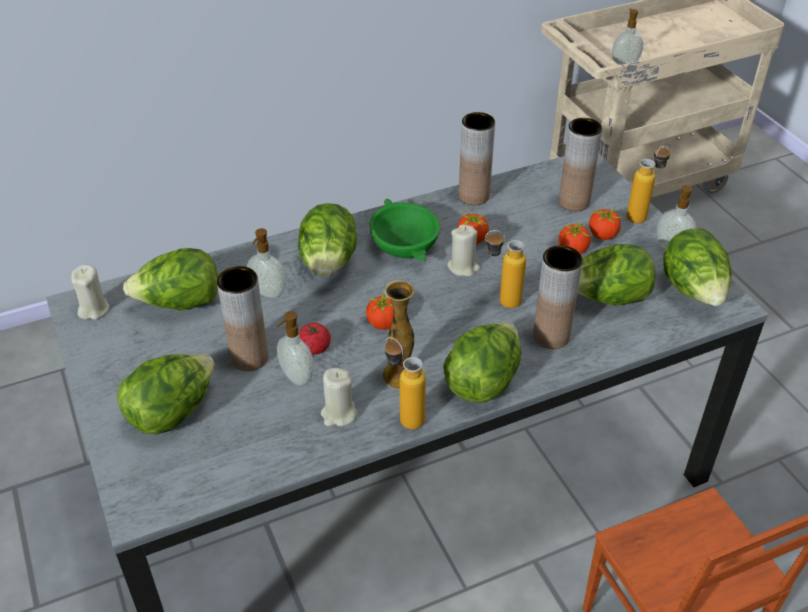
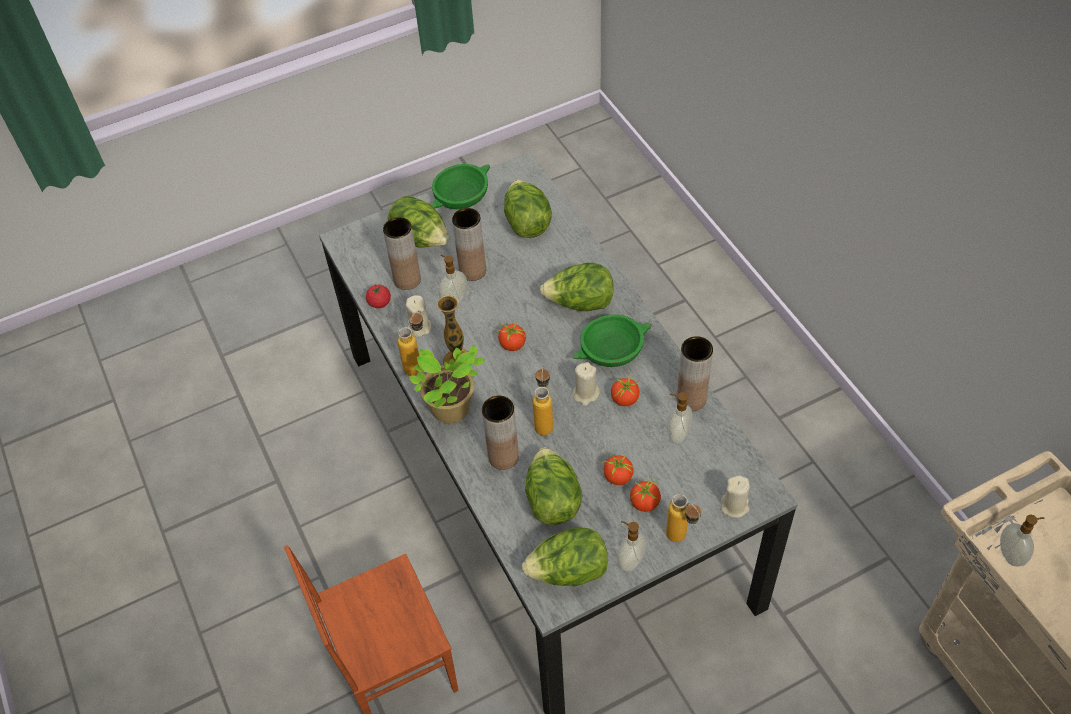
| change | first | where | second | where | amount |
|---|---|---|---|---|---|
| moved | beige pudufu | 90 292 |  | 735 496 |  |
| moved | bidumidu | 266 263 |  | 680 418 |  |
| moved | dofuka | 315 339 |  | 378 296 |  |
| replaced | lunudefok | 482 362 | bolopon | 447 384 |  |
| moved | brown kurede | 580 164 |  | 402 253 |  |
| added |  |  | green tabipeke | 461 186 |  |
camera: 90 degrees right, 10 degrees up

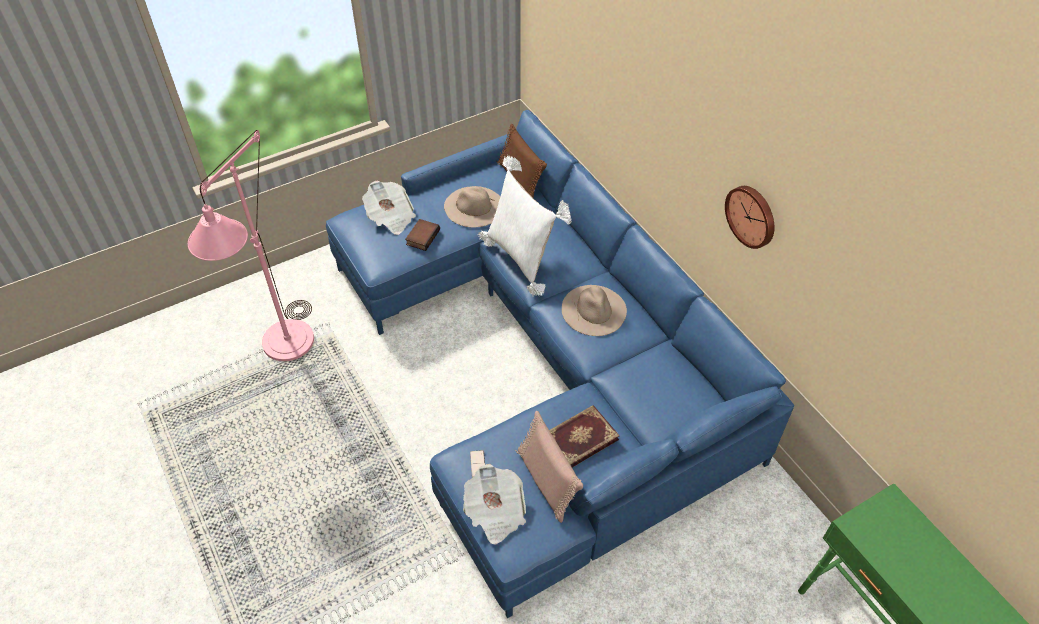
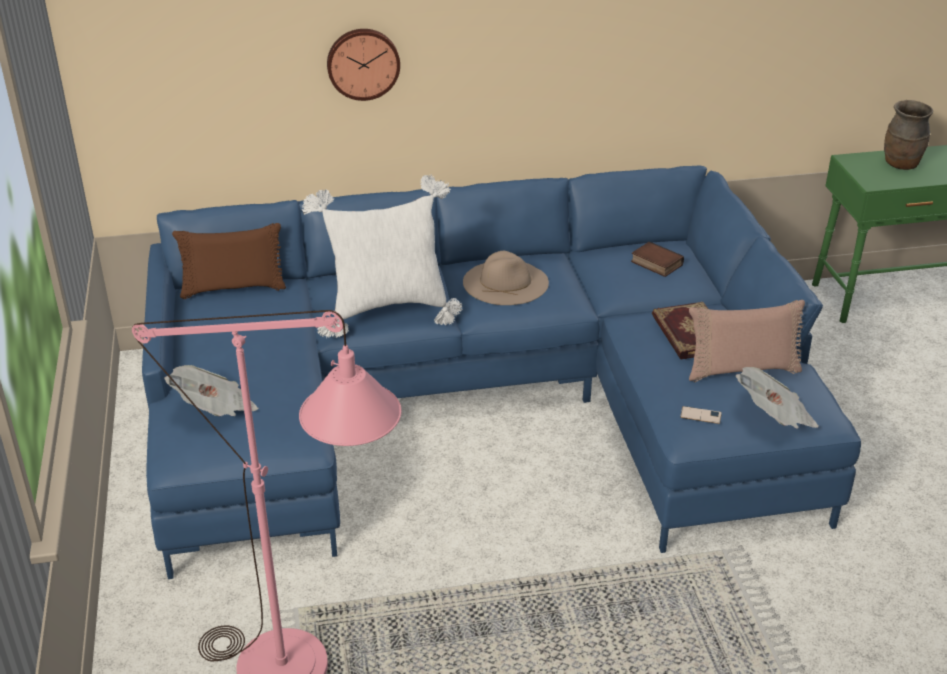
| change | first | where | second | where | amount |
|---|---|---|---|---|---|
| moved | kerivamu | 422 235 |  | 657 259 |  |
| removed | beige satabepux | 472 207 |  |  |  |
| moved | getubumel | 749 217 |  | 363 65 |  |
| added |  |  | brown kurede | 908 135 |  |
camera: 70 degrees left, 15 degrees down

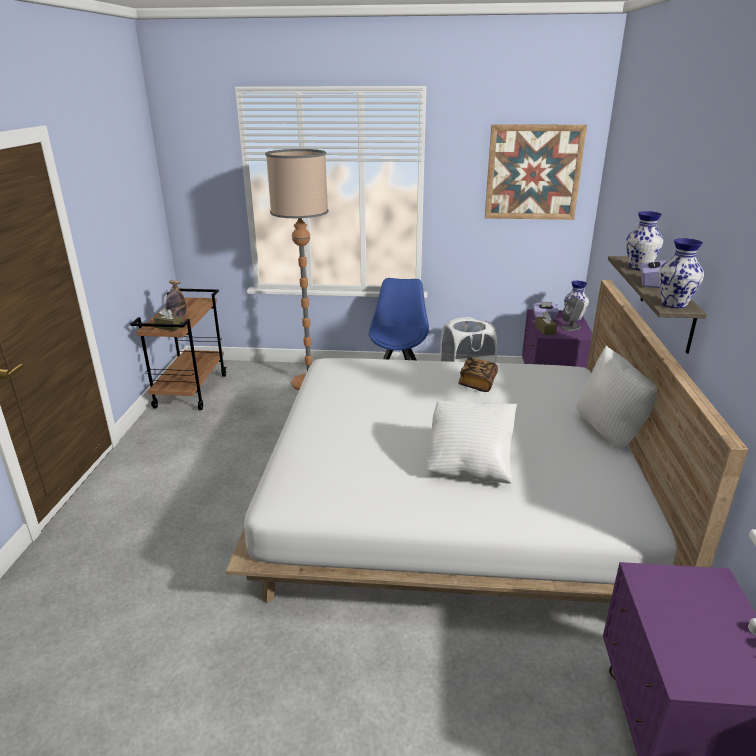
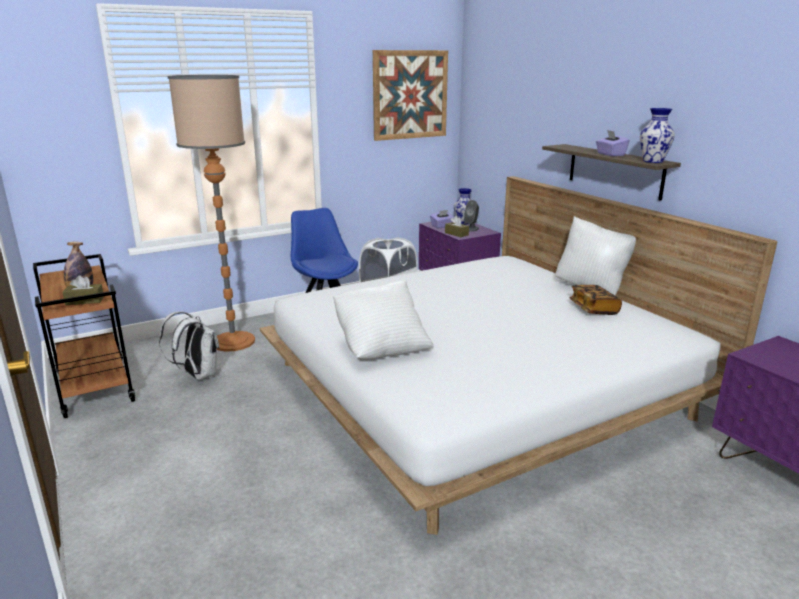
| change | first | where | second | where | amount |
|---|---|---|---|---|---|
| moved | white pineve | 472 442 |  | 383 319 |  |
| moved | kerivamu | 478 374 |  | 595 300 |  |
| removed | kurede | 645 241 |  |  |  |
| added |  |  | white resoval | 189 345 |  |
camera: 35 degrees left, 5 degrees down

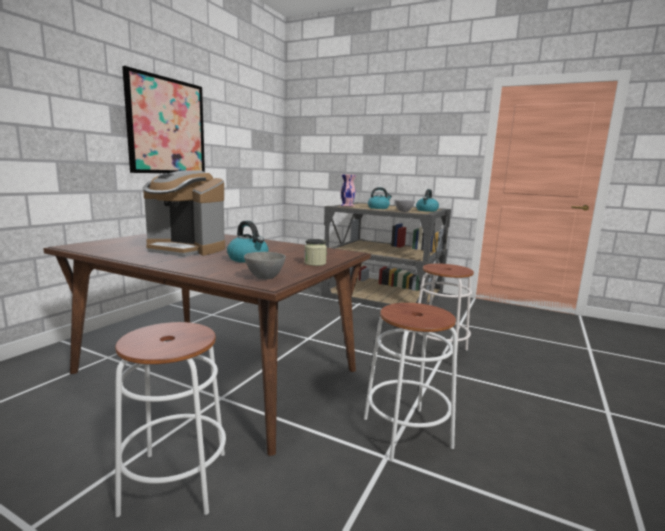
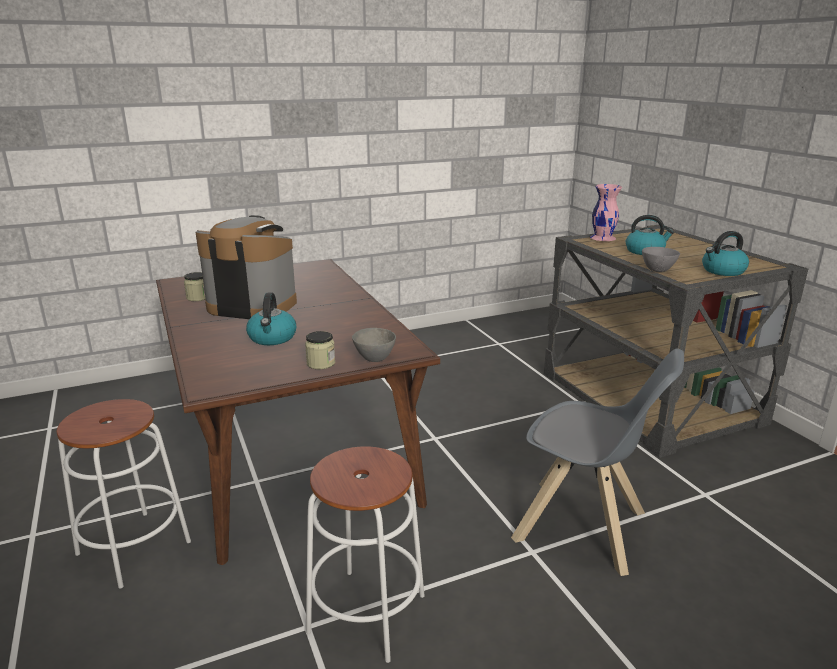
| change | first | where | second | where | amount |
|---|---|---|---|---|---|
| removed | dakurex | 163 119 |  |  |  |
| turned | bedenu | 183 213 |  | 246 267 | 135 degrees clockwise |
| moved | grey tabipeke | 265 266 |  | 374 345 |  |
| replaced | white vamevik | 441 309 | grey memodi | 597 462 |  |
| added |  |  | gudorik | 195 286 |  |
camera: 40 degrees right, 10 degrees up

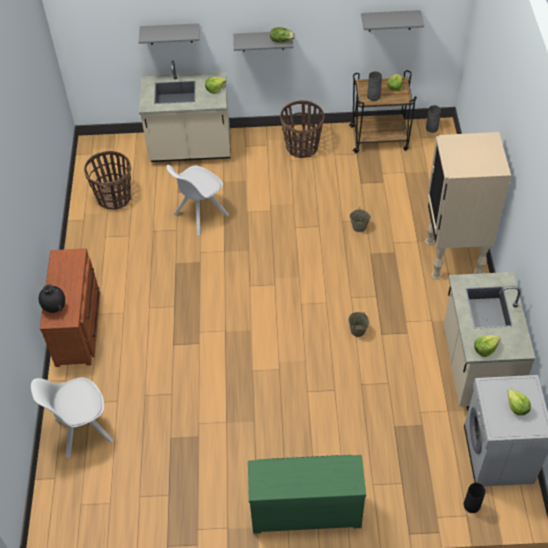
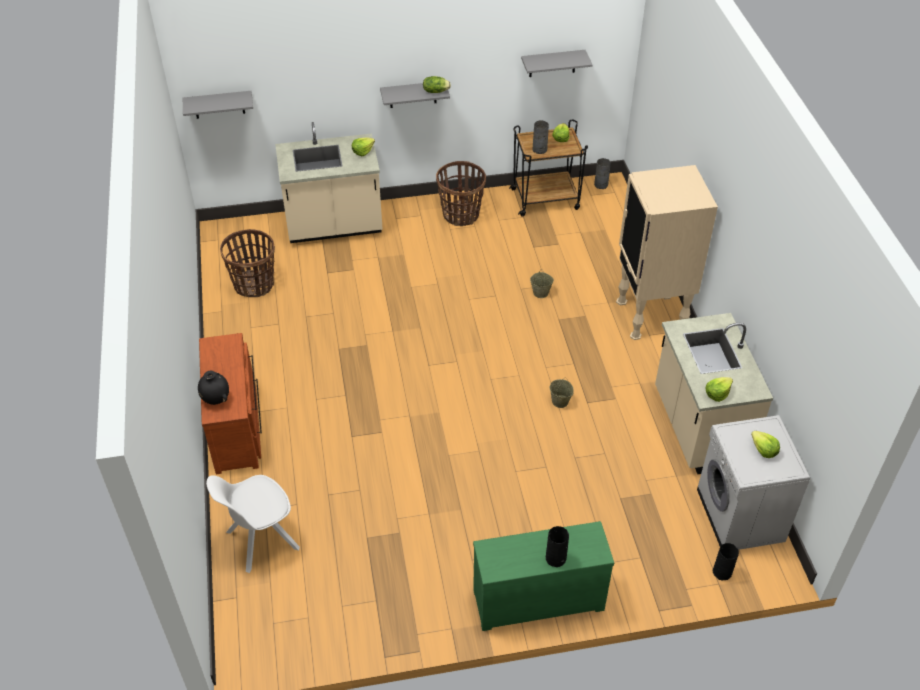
| change | first | where | second | where | amount |
|---|---|---|---|---|---|
| moved | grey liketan | 169 34 |  | 218 105 |  |
| removed | white memodi | 198 200 |  |  |  |
| added |  |  | black kurede | 557 546 |  |
camera: 10 degrees left, 5 degrees down

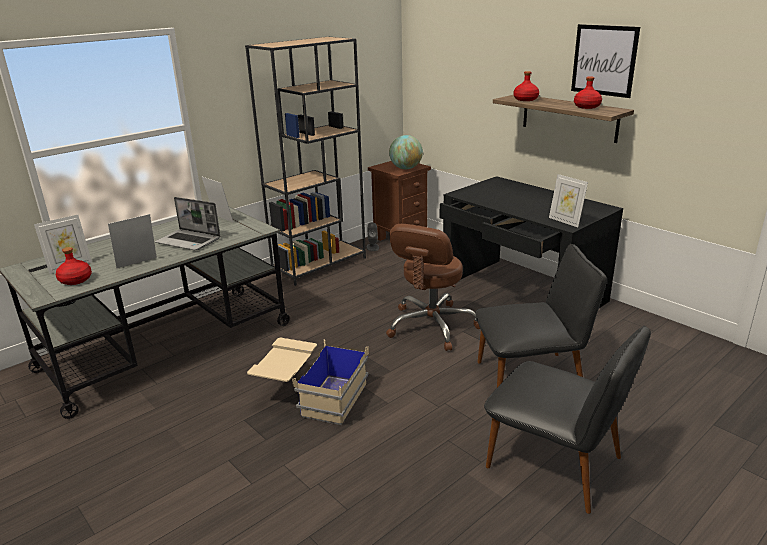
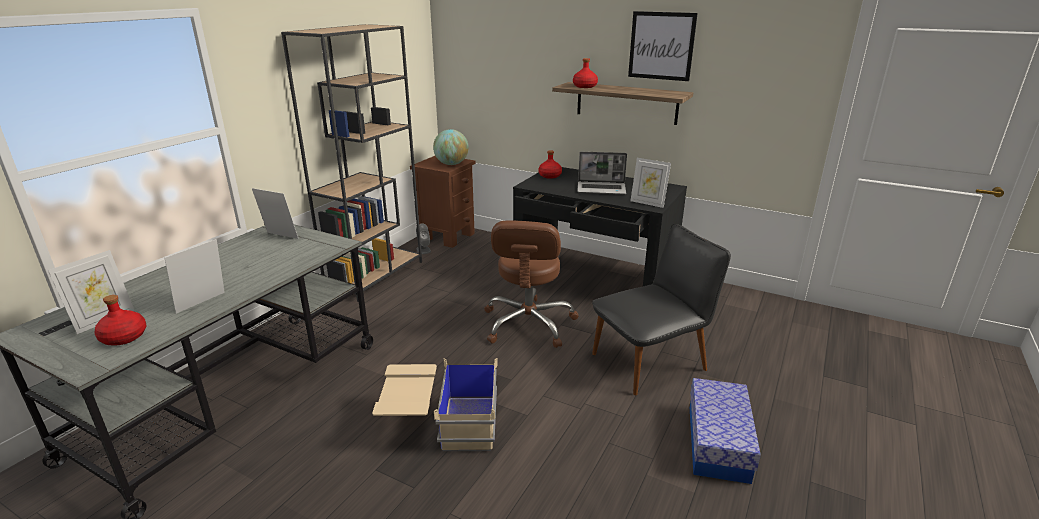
| change | first | where | second | where | amount |
|---|---|---|---|---|---|
| moved | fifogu | 187 223 |  | 602 173 |  |
| replaced | black memodi | 567 419 | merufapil | 725 431 |  |
| moved | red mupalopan | 588 93 |  | 550 164 |  |
camera: 20 degrees left, 0 degrees up

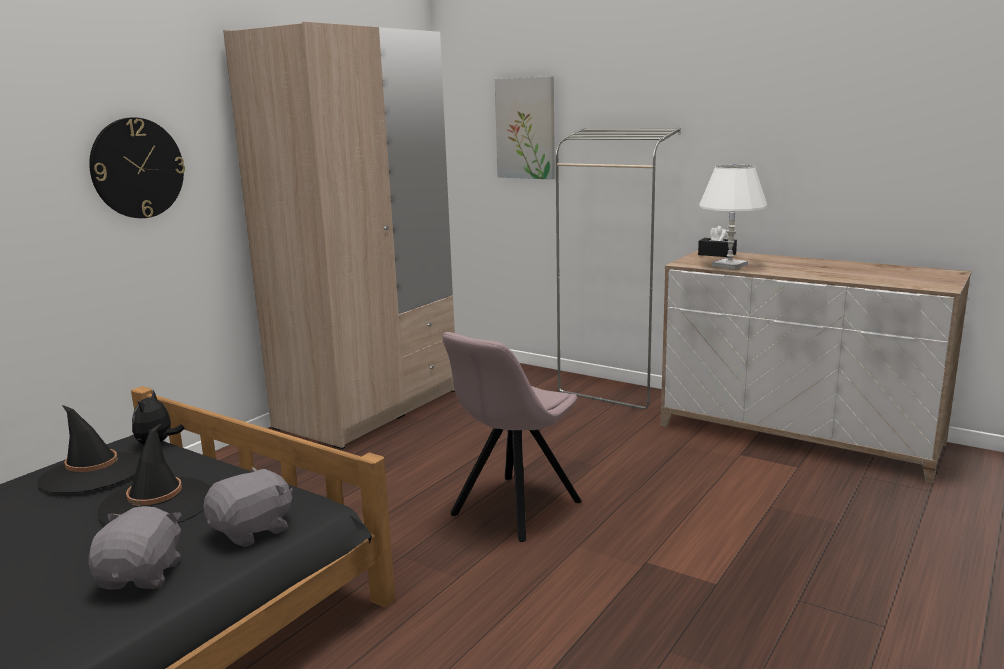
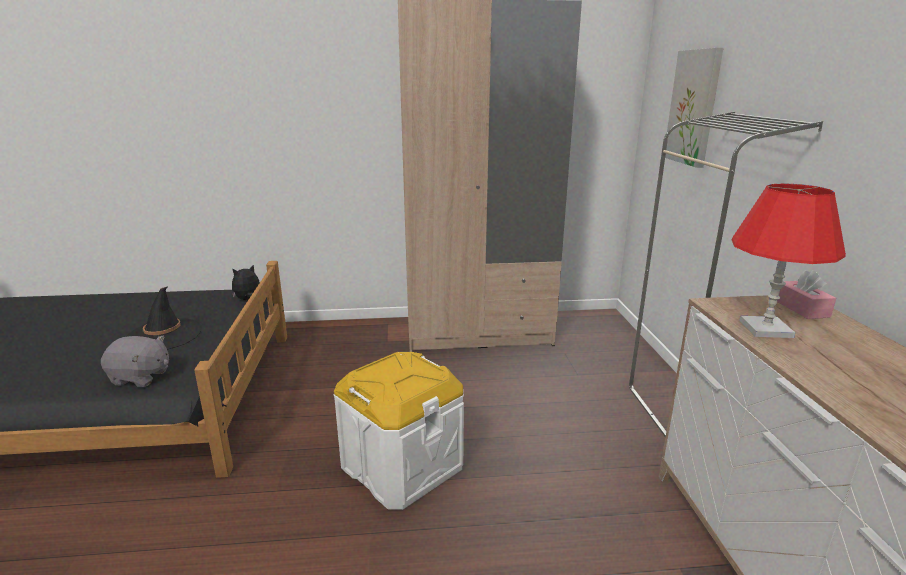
| change | first | where | second | where | amount |
|---|---|---|---|---|---|
| removed | black satabepux | 88 449 |  |  |  |
| removed | getubumel | 137 167 |  |  |  |
| removed | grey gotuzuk | 135 547 |  |  |  |
| replaced | pink memodi | 512 437 | white merufapil | 399 431 |  |
| recoloured | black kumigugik | 717 241 | pink kumigugik | 806 294 |  |
| recoloured | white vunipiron | 733 217 | red vunipiron | 789 260 |  |
camera: 50 degrees right, 5 degrees up

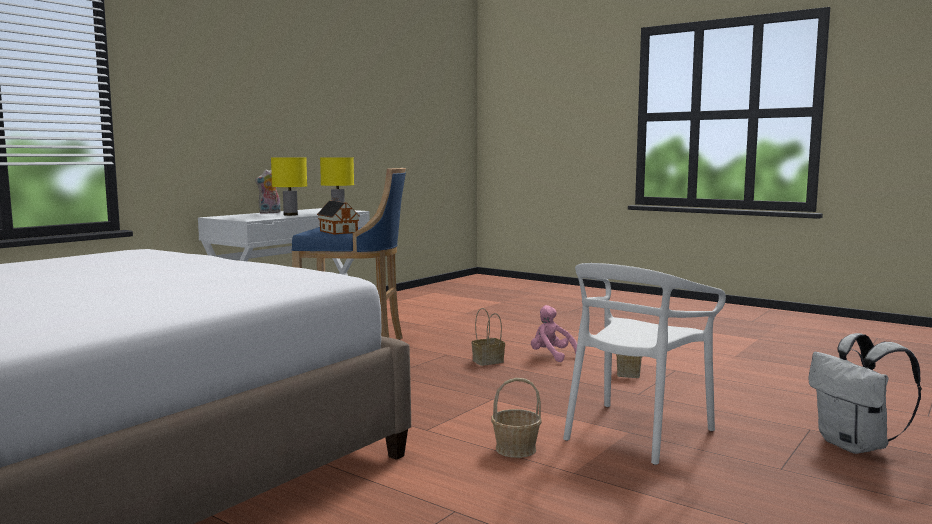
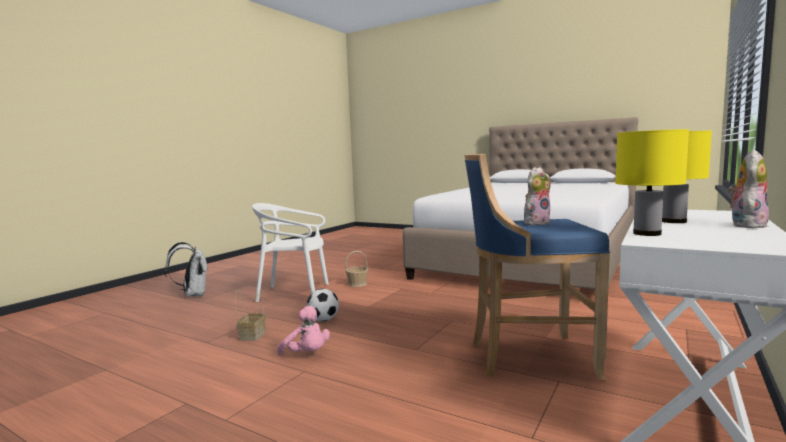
| change | first | where | second | where | amount |
|---|---|---|---|---|---|
| replaced | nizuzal | 338 216 | gotuzuk | 537 196 |  |
| removed | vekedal | 488 337 |  |  |  |
| turned | white memodi | 644 364 |  | 290 252 | 120 degrees counterclockwise |
| added |  |  | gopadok | 322 305 |  |
camera: 175 degrees right, 0 degrees up

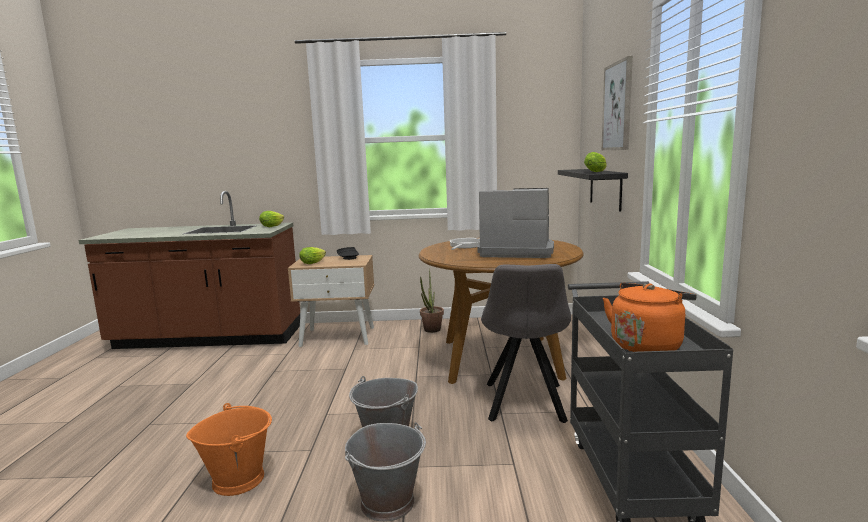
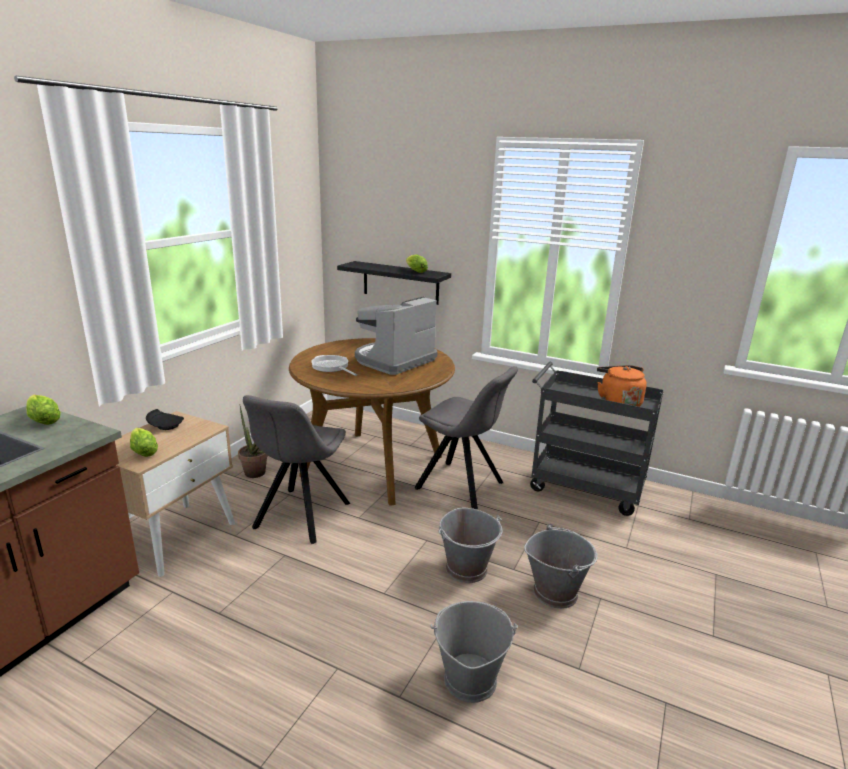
| change | first | where | second | where | amount |
|---|---|---|---|---|---|
| recoloured | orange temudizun | 229 449 | grey temudizun | 474 652 |  |
| removed | dakurex | 617 103 |  |  |  |
| added |  |  | grey memodi | 296 469 |  |
camera: 65 degrees left, 10 degrees up

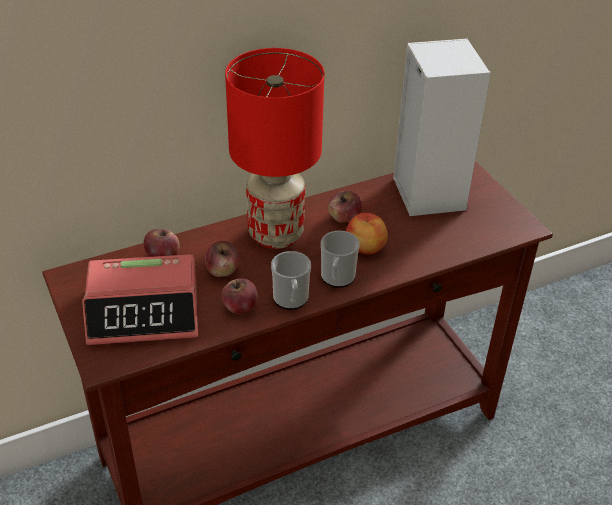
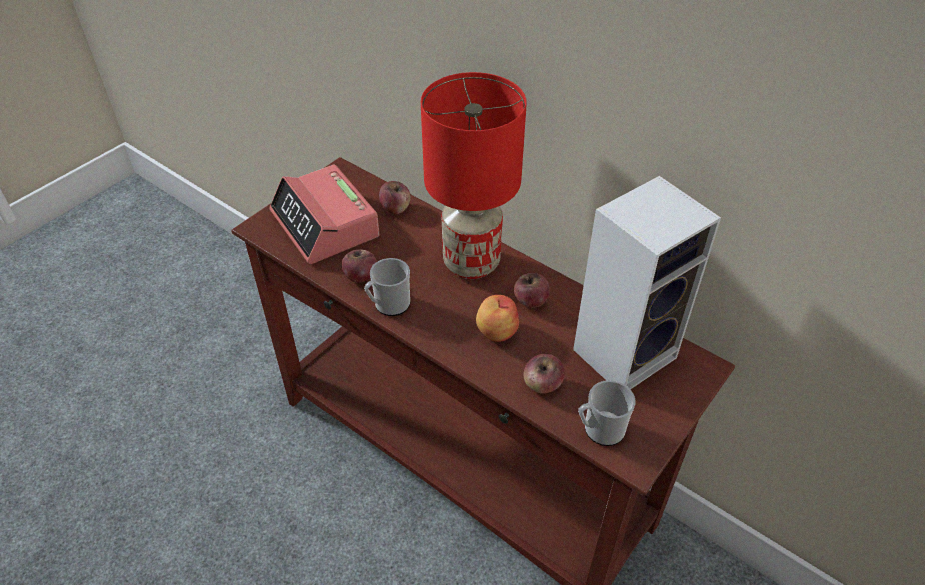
| change | first | where | second | where | amount |
|---|---|---|---|---|---|
| moved | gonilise | 222 259 |  | 544 374 |  |
| moved | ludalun | 340 259 |  | 606 413 |  |
camera: 65 degrees right, 5 degrees up

